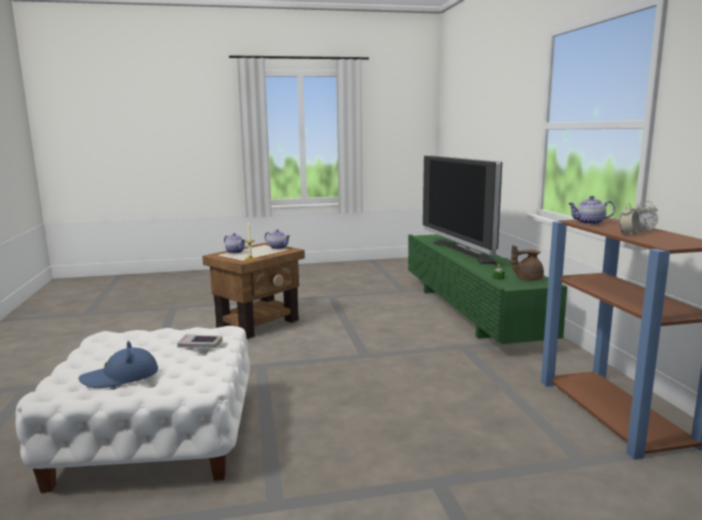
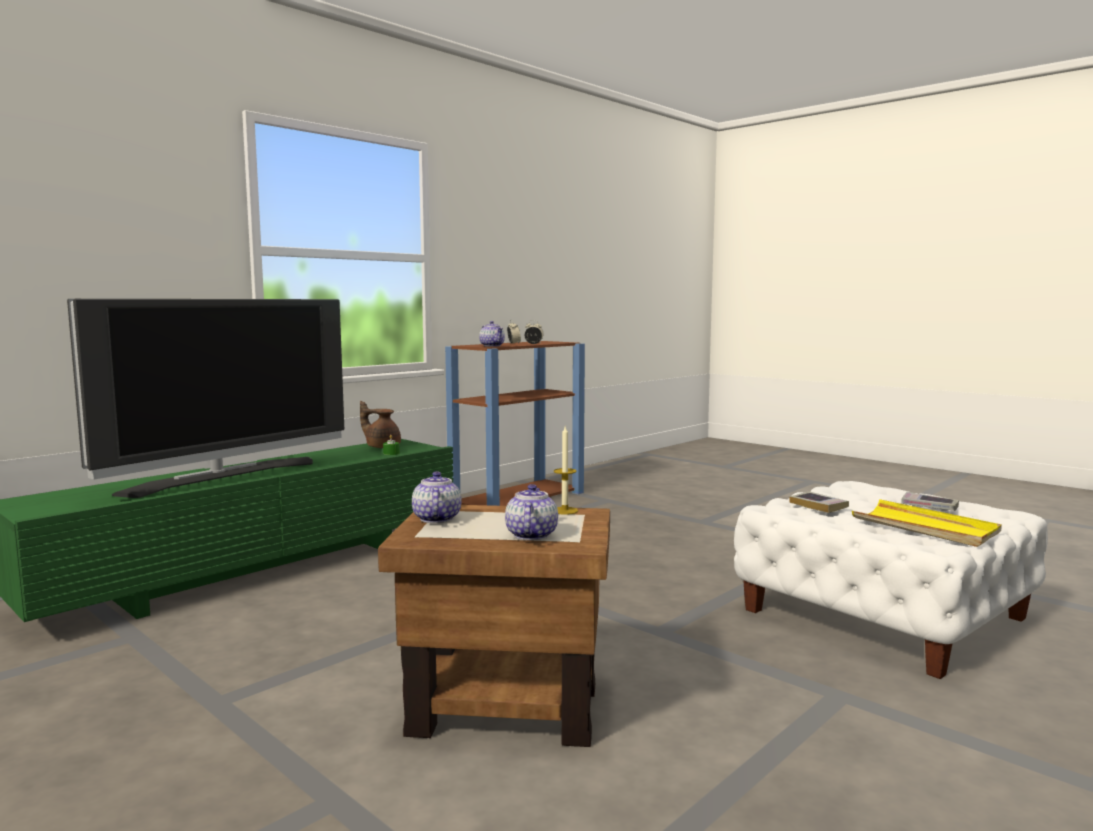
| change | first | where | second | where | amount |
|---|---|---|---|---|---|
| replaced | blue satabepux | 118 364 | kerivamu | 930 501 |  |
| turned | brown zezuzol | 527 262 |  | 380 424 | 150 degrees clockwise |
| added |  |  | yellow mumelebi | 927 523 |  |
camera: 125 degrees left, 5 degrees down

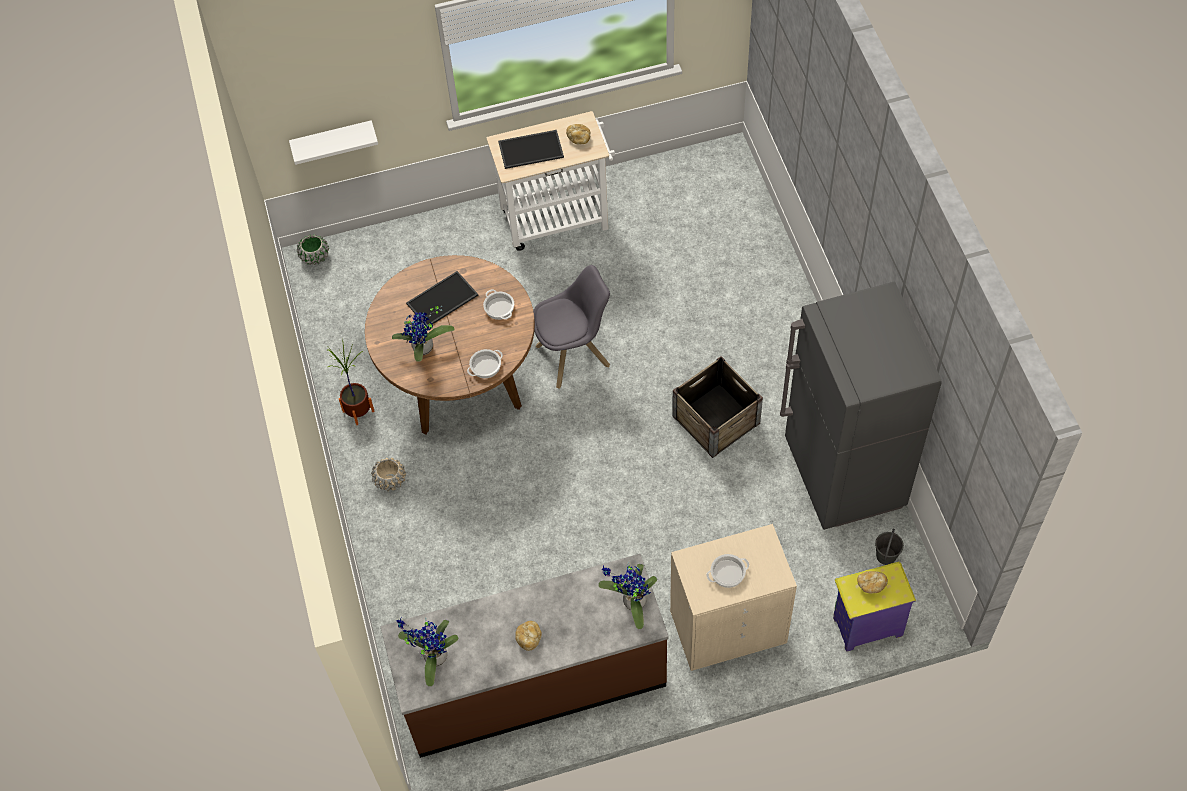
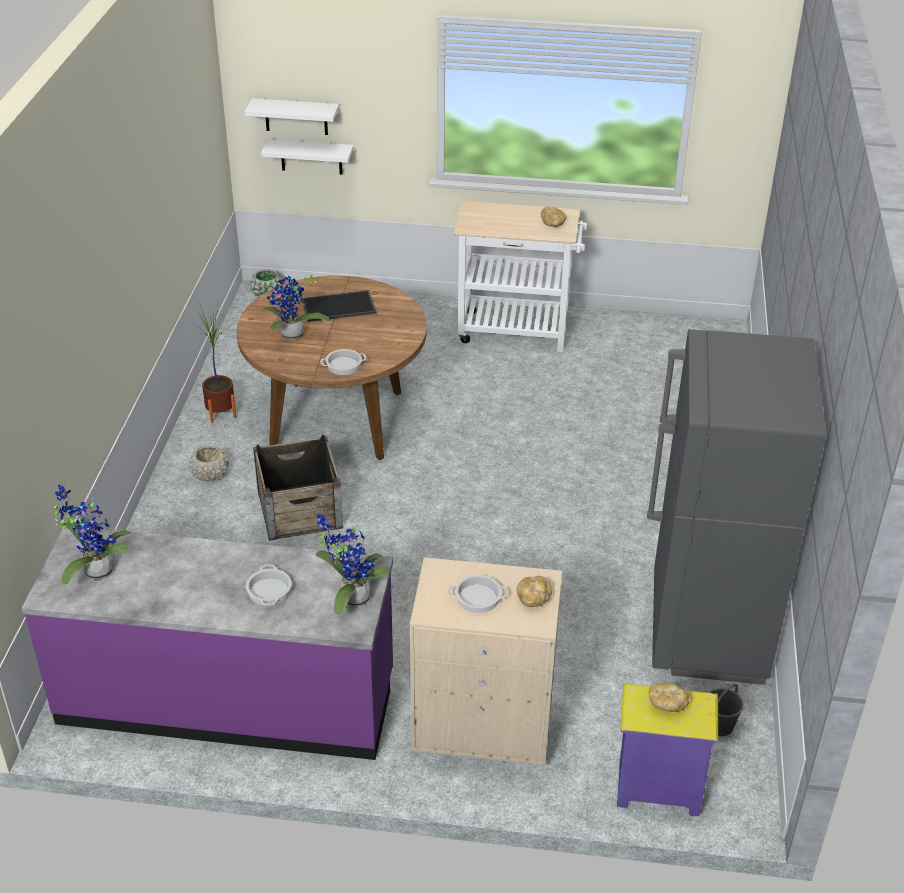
| change | first | where | second | where | amount |
|---|---|---|---|---|---|
| recoloured | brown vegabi | 524 656 | purple vegabi | 207 644 |  |
| moved | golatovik | 498 304 |  | 268 585 |  |
| removed | mumelebi | 531 149 |  |  |  |
| moved | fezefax | 528 636 |  | 534 591 |  |
| removed | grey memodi | 571 327 |  |  |  |
| moved | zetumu | 717 407 |  | 298 488 |  |
| added |  |  | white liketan | 291 116 |  |
camera: 20 degrees right, 20 degrees down

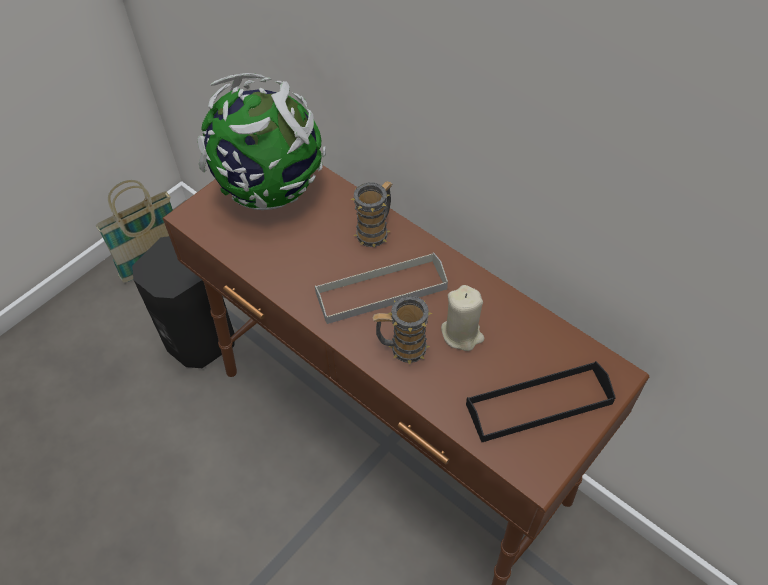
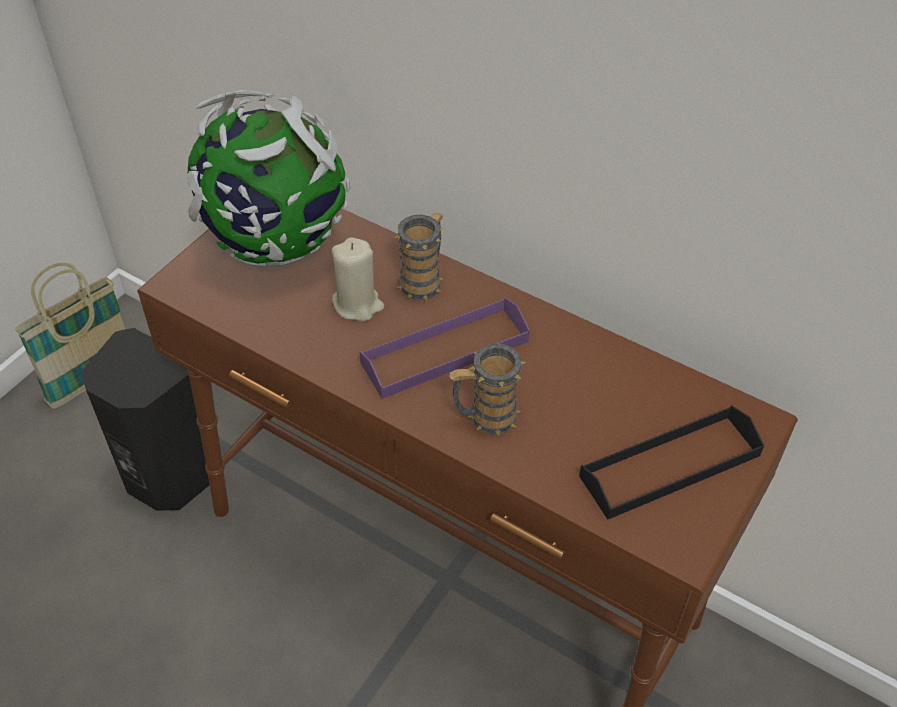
| change | first | where | second | where | amount |
|---|---|---|---|---|---|
| recoloured | grey mumelebi | 381 288 | purple mumelebi | 444 348 |  |
| moved | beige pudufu | 462 318 |  | 358 279 |  |
camera: 10 degrees left, 5 degrees down

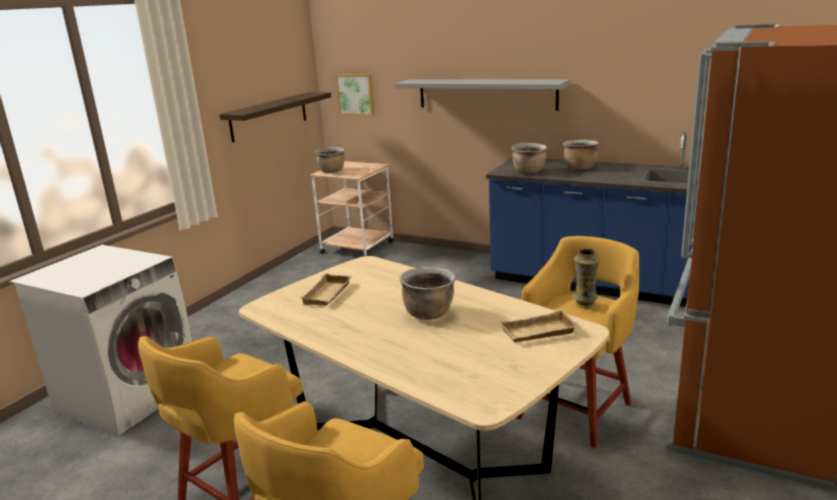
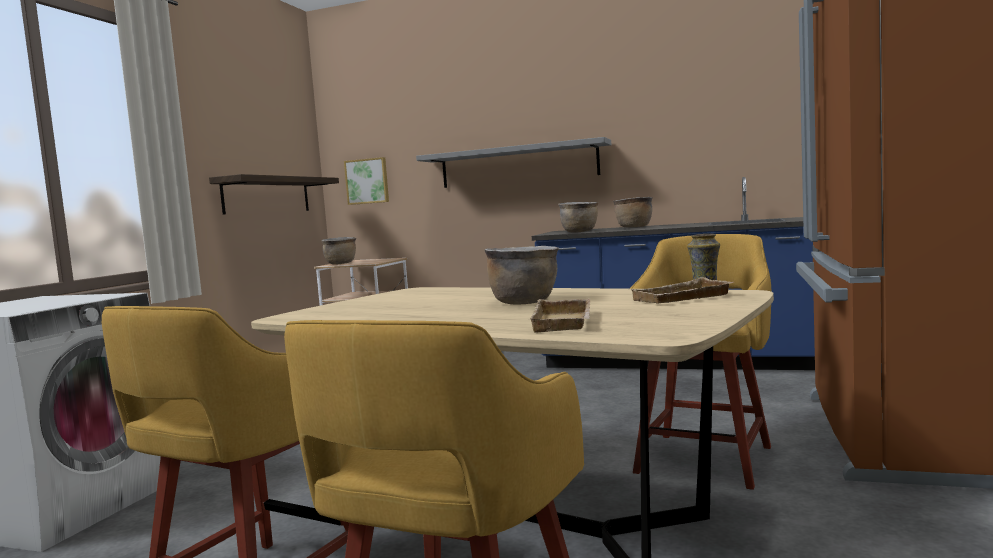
| change | first | where | second | where | amount |
|---|---|---|---|---|---|
| moved | beige mumelebi | 326 289 |  | 560 316 |  |
camera: 10 degrees left, 15 degrees down

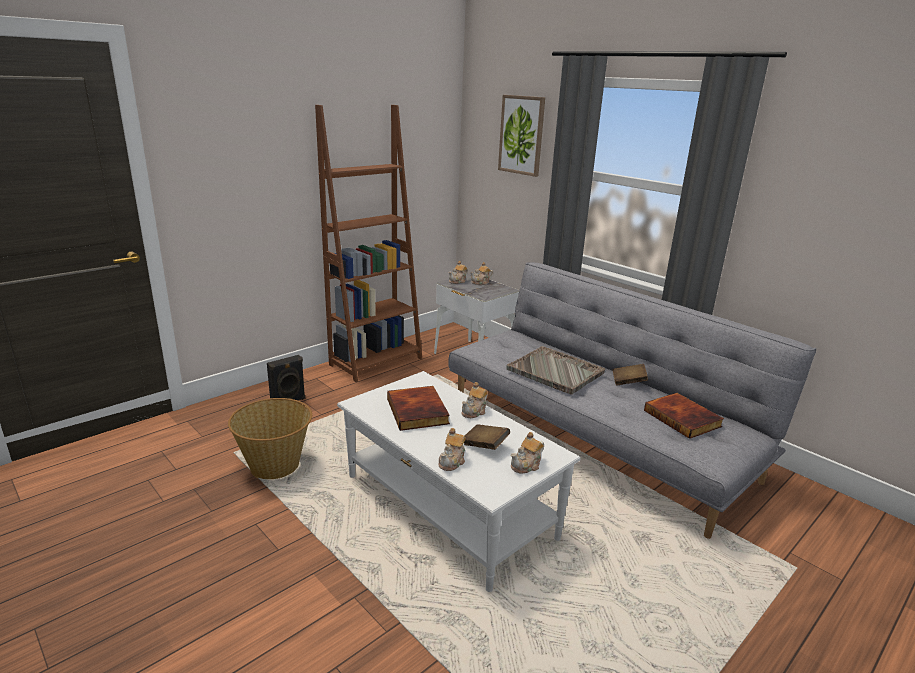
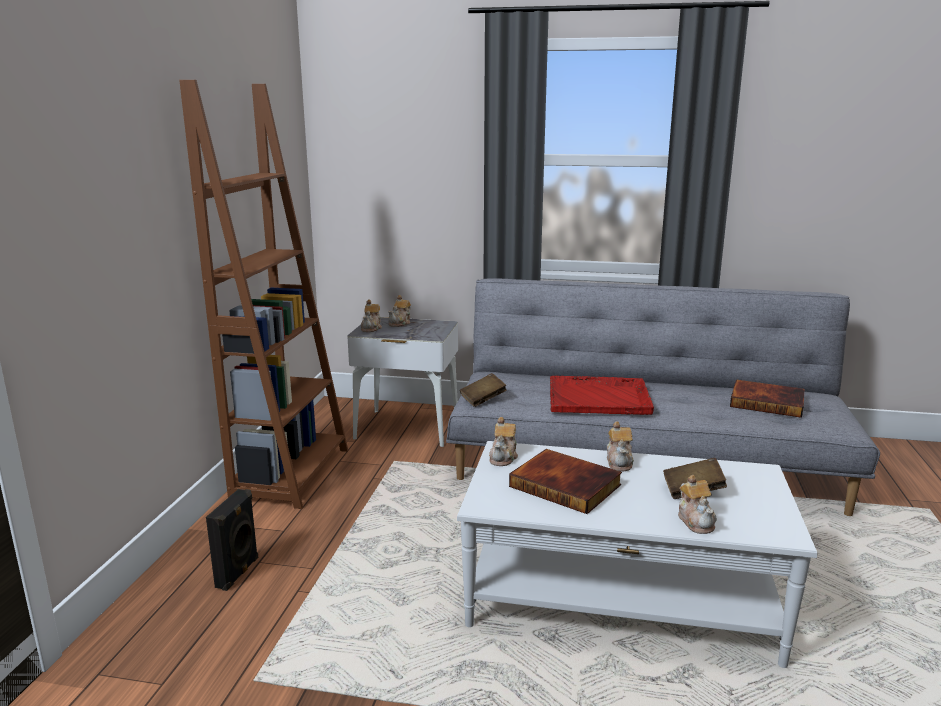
| change | first | where | second | where | amount |
|---|---|---|---|---|---|
| removed | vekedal | 270 438 |  |  |  |
| removed | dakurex | 521 136 |  |  |  |
| recoloured | grey mumelebi | 556 370 | red mumelebi | 602 395 |  |
| moved | zezuzol | 527 453 |  | 503 441 |  |
| moved | brown kerivamu | 630 374 |  | 483 390 |  |
camera: 35 degrees left, 5 degrees down

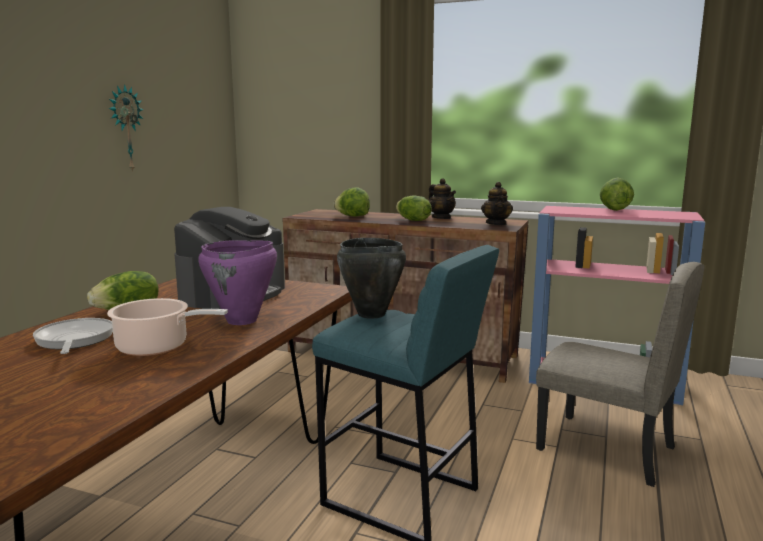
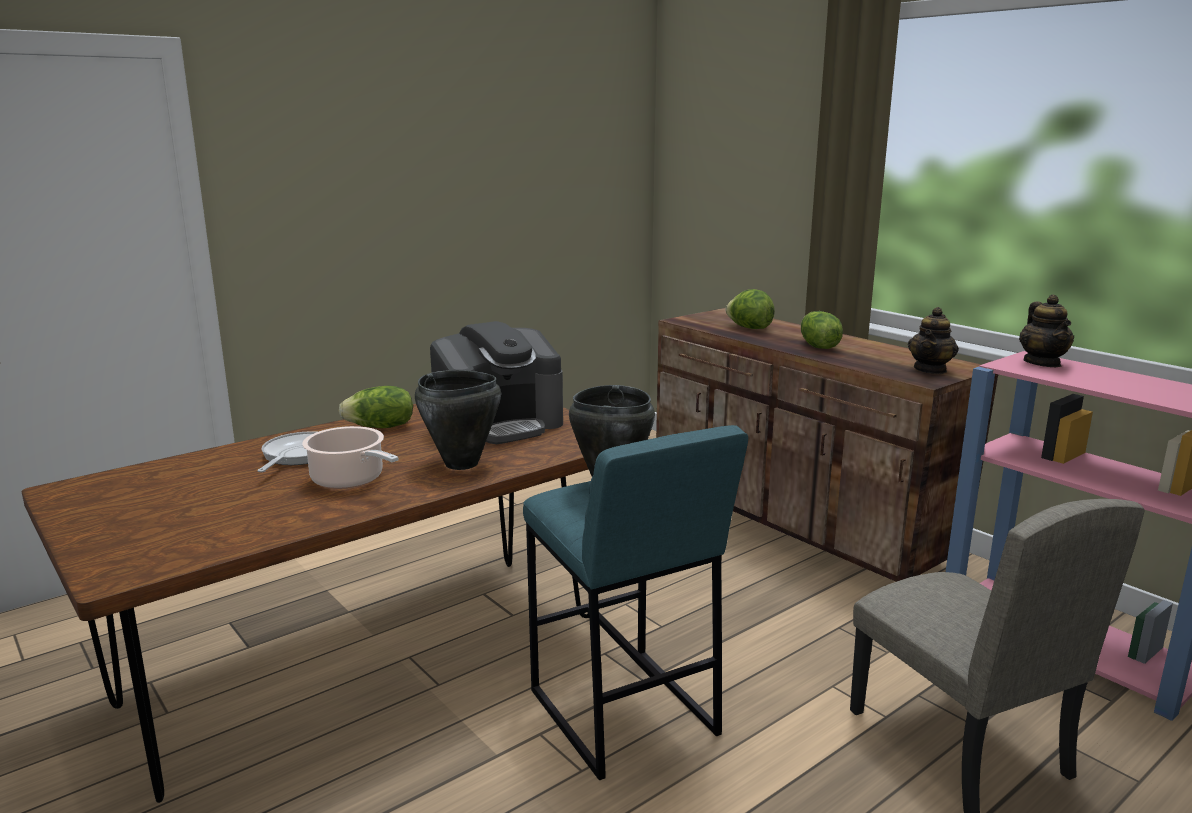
| change | first | where | second | where | amount |
|---|---|---|---|---|---|
| removed | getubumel | 125 128 |  |  |  |
| recoloured | purple golatovik | 237 282 | black golatovik | 458 420 |  |
| moved | zezuzol | 442 198 |  | 1046 330 |  |
| removed | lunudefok | 617 194 |  |  |  |
camera: 30 degrees right, 5 degrees up

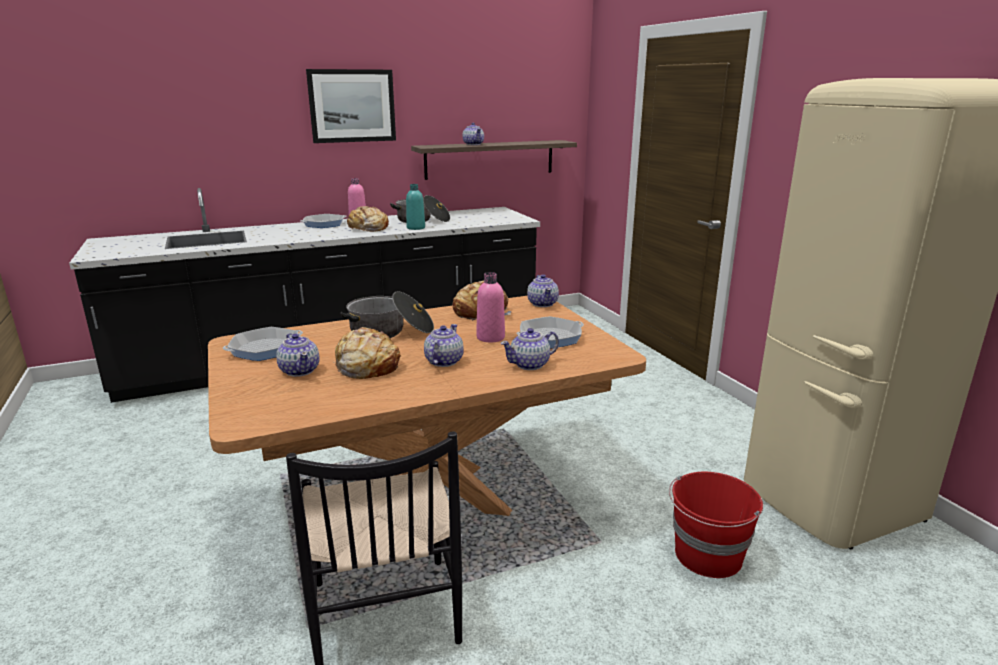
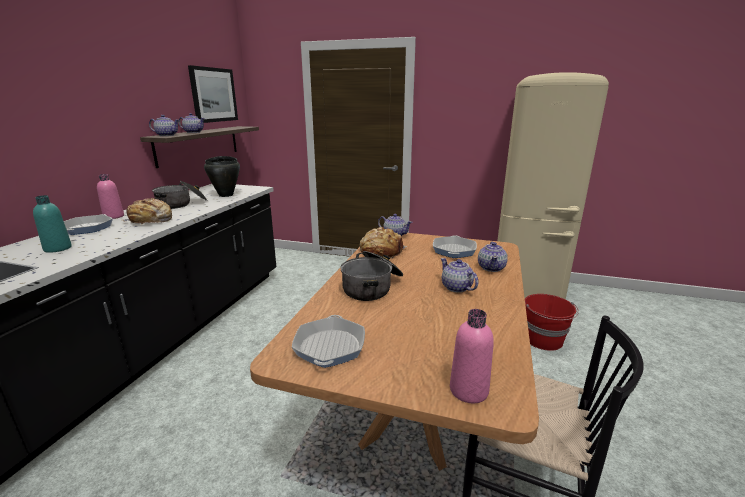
| change | first | where | second | where | amount |
|---|---|---|---|---|---|
| moved | zezuzol | 298 355 |  | 164 125 |  |
| moved | dakurex | 351 106 |  | 213 94 |  |
| removed | fezefax | 367 353 |  |  |  |
| moved | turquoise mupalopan | 415 207 |  | 52 224 |  |
| moved | pink mupalopan | 490 307 |  | 472 356 |  |
| added |  |  | black golatovik | 222 176 |  |
camera: 50 degrees left, 0 degrees up

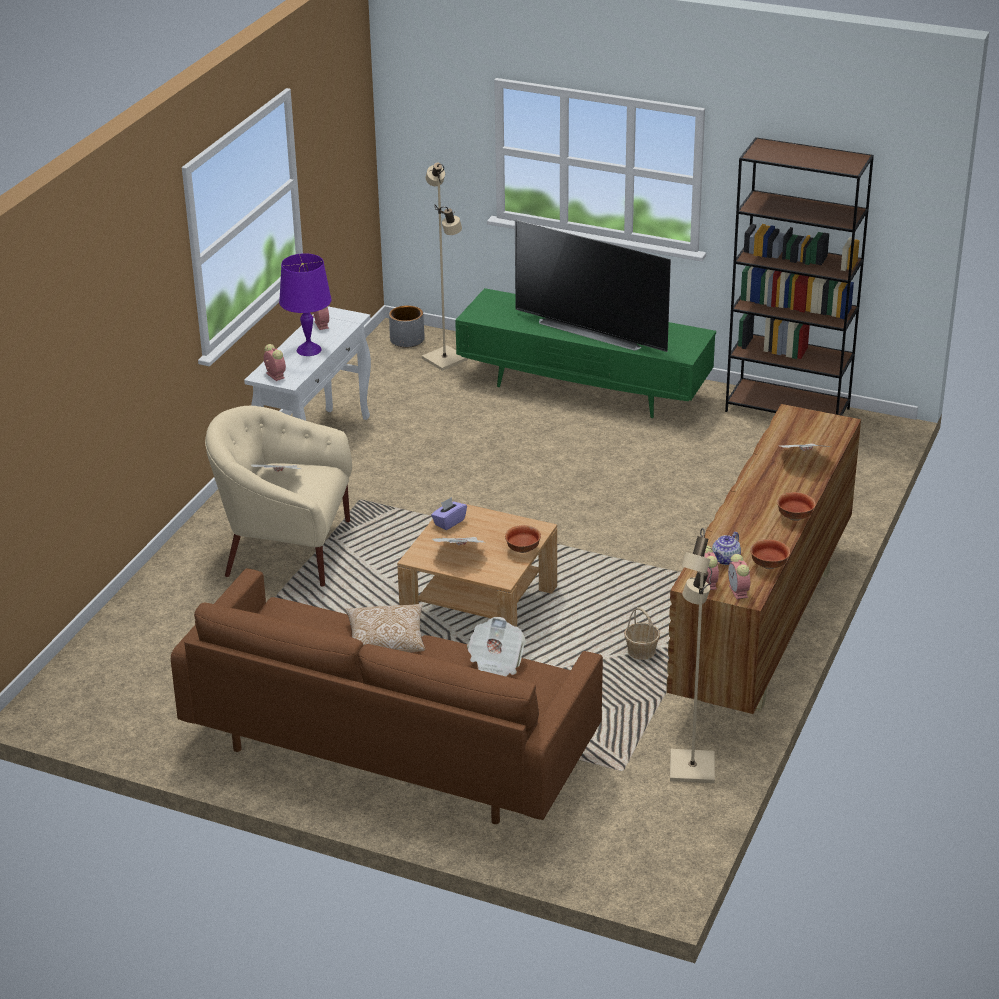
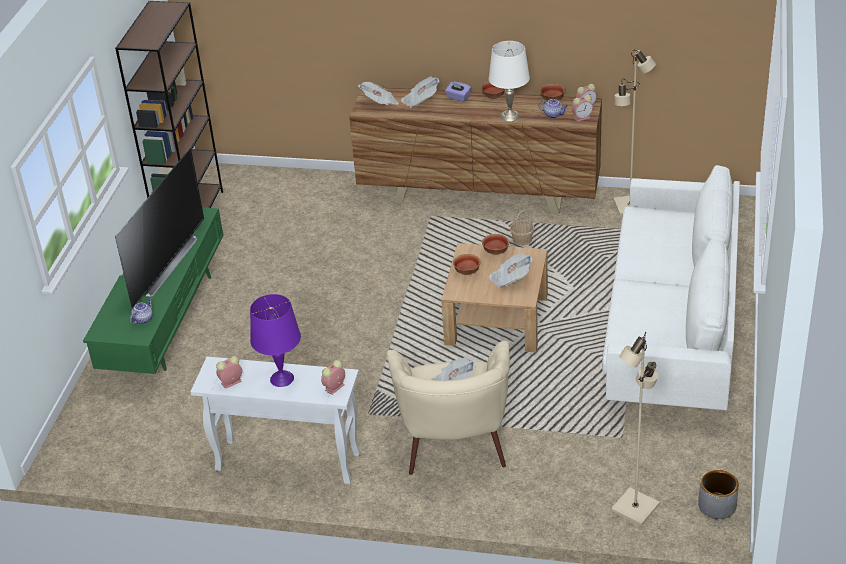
| change | first | where | second | where | amount |
|---|---|---|---|---|---|
| recoloured | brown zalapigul | 387 696 | white zalapigul | 671 287 |  |
| removed | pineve | 385 628 |  |  |  |
| moved | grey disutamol | 407 326 |  | 718 494 |  |
| moved | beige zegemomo | 445 267 |  | 635 429 |  |
| moved | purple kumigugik | 449 513 |  | 458 92 |  |
| moved | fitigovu | 496 646 |  | 378 93 |  |
| added |  |  | zezuzol | 141 311 |  |
| added |  |  | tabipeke | 466 264 |  |
| added |  |  | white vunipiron | 509 81 |  |
camera: 100 degrees left, 5 degrees up

